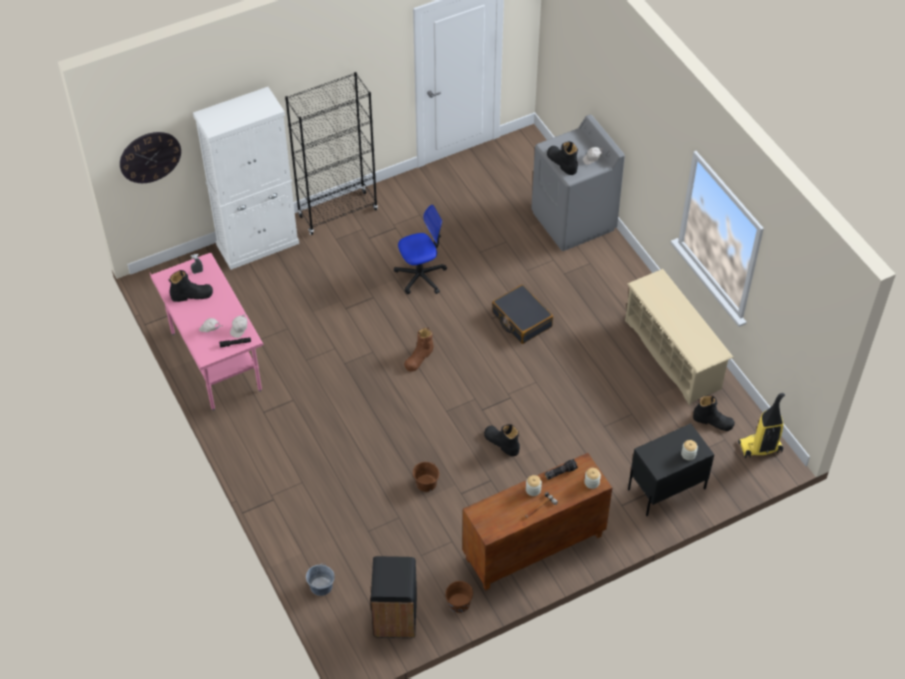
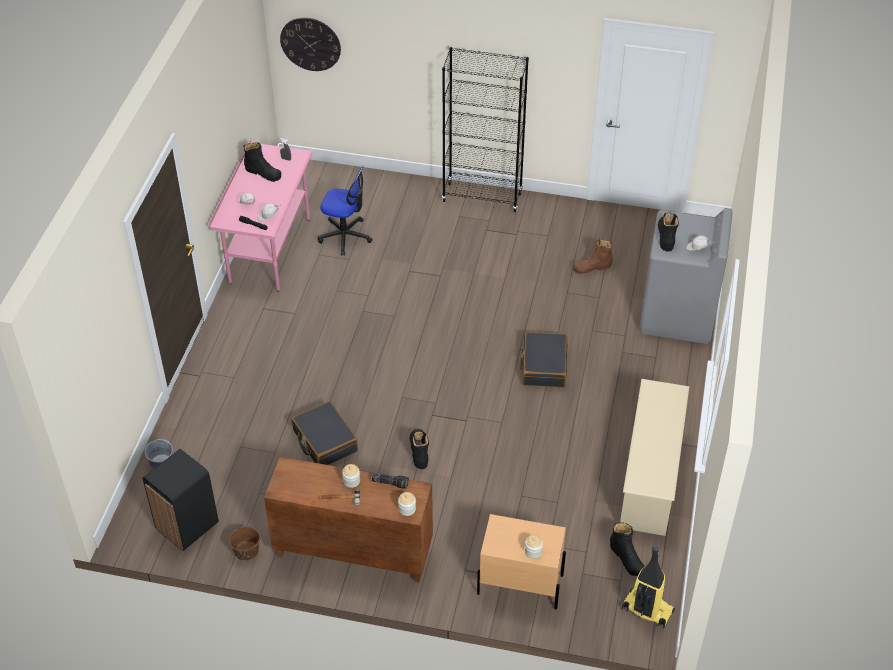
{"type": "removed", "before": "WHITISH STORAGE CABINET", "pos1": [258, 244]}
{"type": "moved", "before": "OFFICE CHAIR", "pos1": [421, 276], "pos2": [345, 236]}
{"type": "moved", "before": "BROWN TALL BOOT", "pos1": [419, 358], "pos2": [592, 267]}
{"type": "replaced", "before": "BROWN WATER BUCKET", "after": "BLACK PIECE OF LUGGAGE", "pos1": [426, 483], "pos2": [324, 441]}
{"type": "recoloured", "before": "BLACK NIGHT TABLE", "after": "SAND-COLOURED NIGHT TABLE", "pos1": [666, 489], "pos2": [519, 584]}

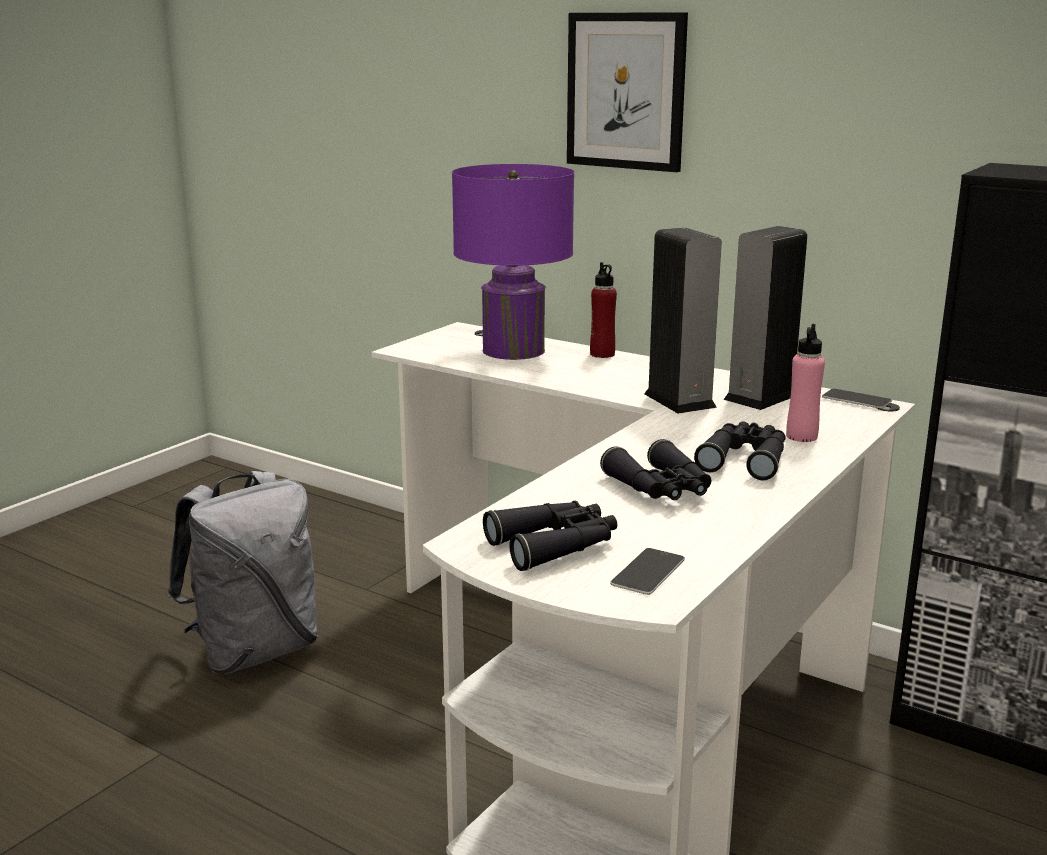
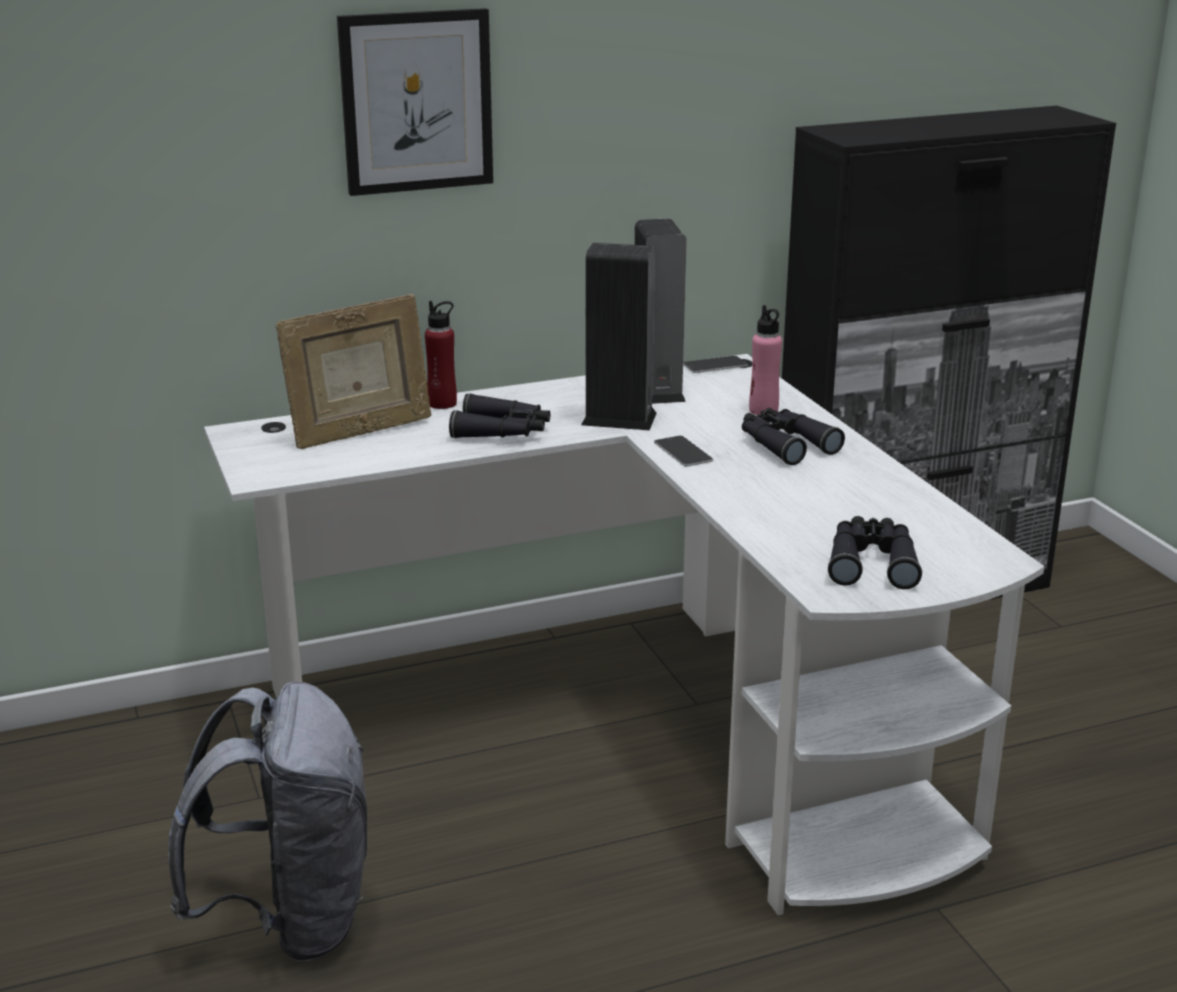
{"type": "replaced", "before": "PURPLE LAMP FOR A TABLE", "after": "PICTURE FRAME", "pos1": [513, 350], "pos2": [360, 432]}
{"type": "moved", "before": "BLACK BINOCULARS", "pos1": [661, 489], "pos2": [503, 431]}
{"type": "moved", "before": "PHONE", "pos1": [648, 571], "pos2": [683, 451]}

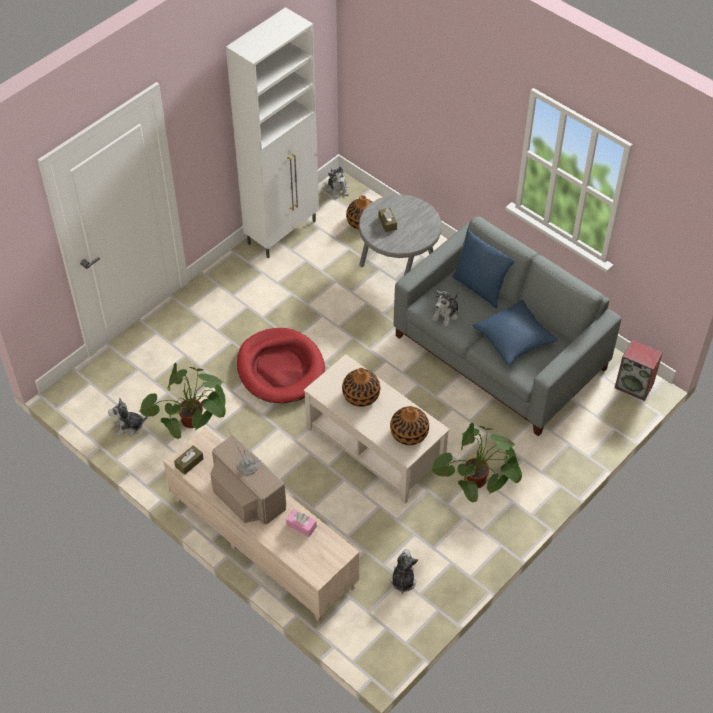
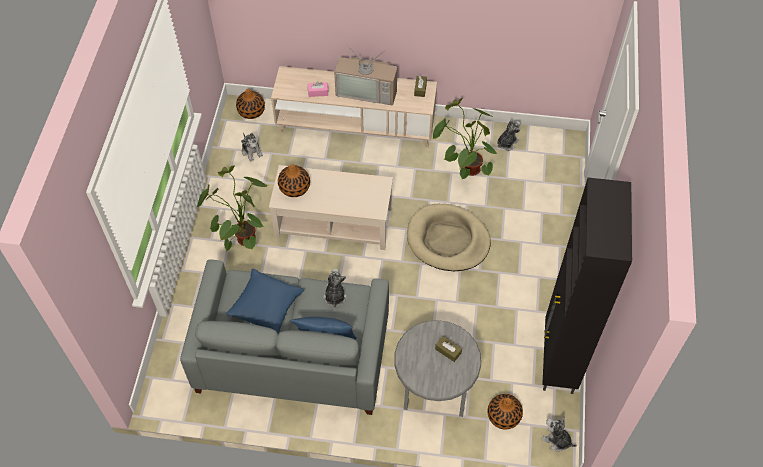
{"type": "recoloured", "before": "WHITISH STORAGE CABINET", "after": "BLACK STORAGE CABINET", "pos1": [283, 232], "pos2": [558, 361]}
{"type": "recoloured", "before": "REDDISH PET BED", "after": "SAND-COLOURED PET BED", "pos1": [280, 368], "pos2": [448, 240]}
{"type": "moved", "before": "VASE", "pos1": [361, 395], "pos2": [251, 111]}
{"type": "removed", "before": "LOUDSPEAKER", "pos1": [634, 385]}

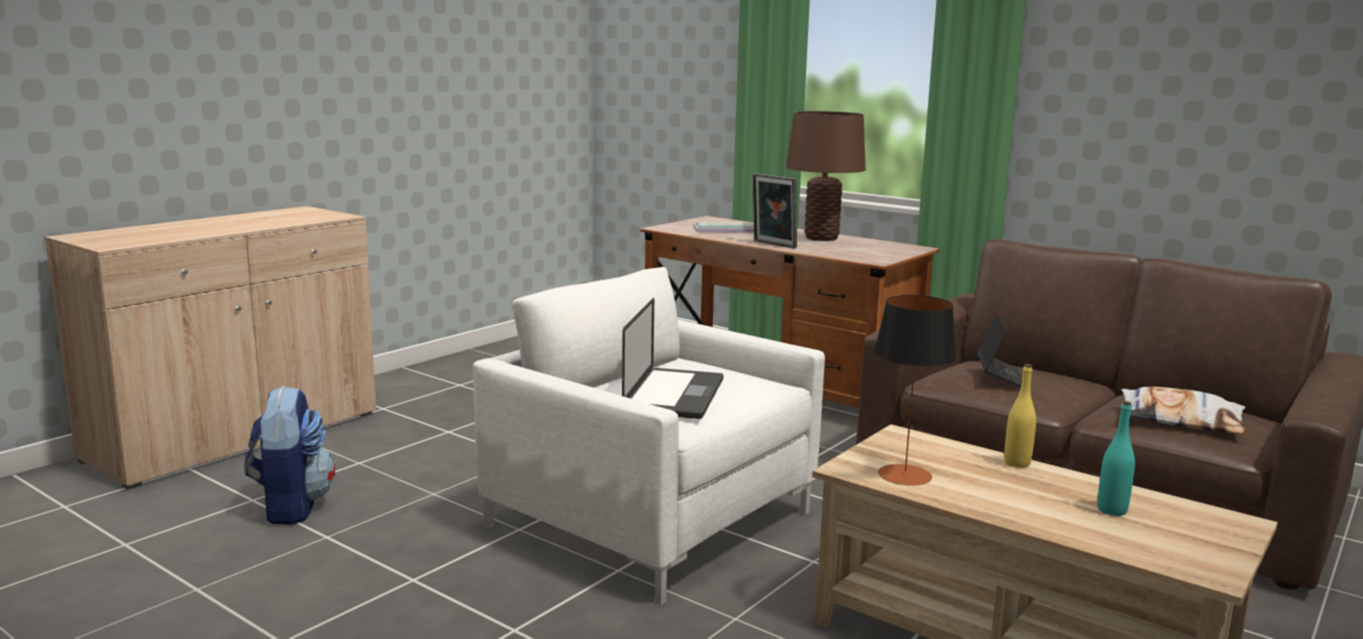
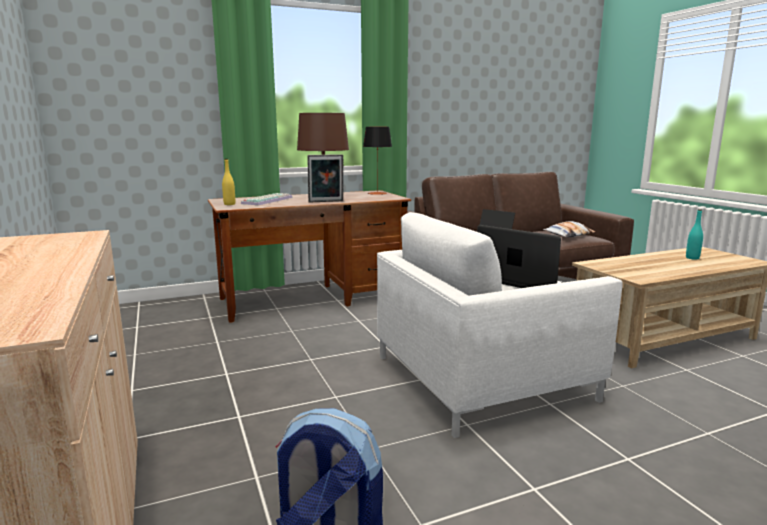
{"type": "moved", "before": "LAMP FOR A TABLE", "pos1": [905, 475], "pos2": [377, 193]}
{"type": "moved", "before": "YELLOW DRINK BOTTLE", "pos1": [1017, 463], "pos2": [229, 204]}

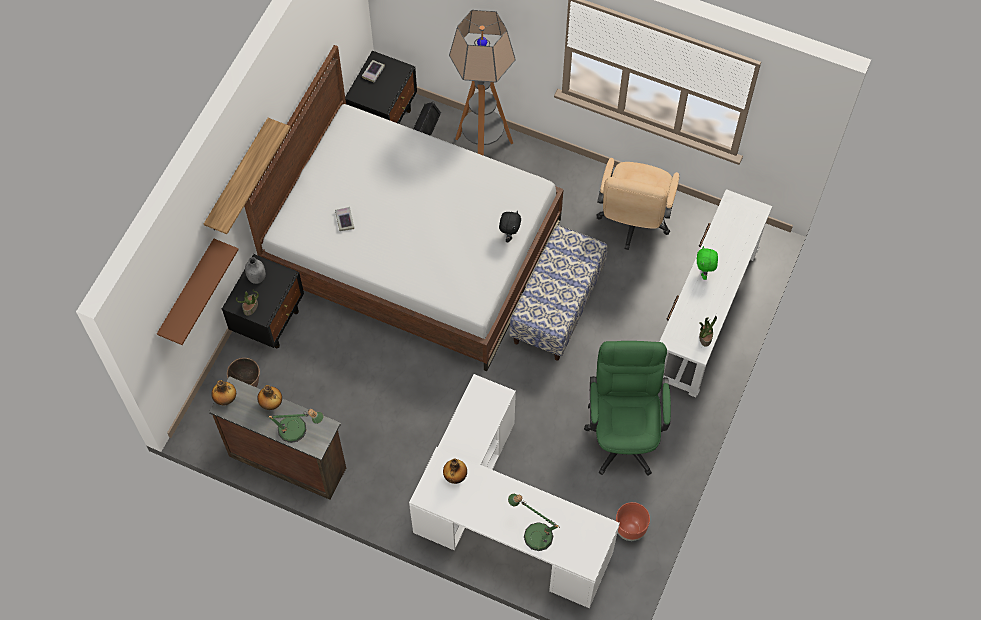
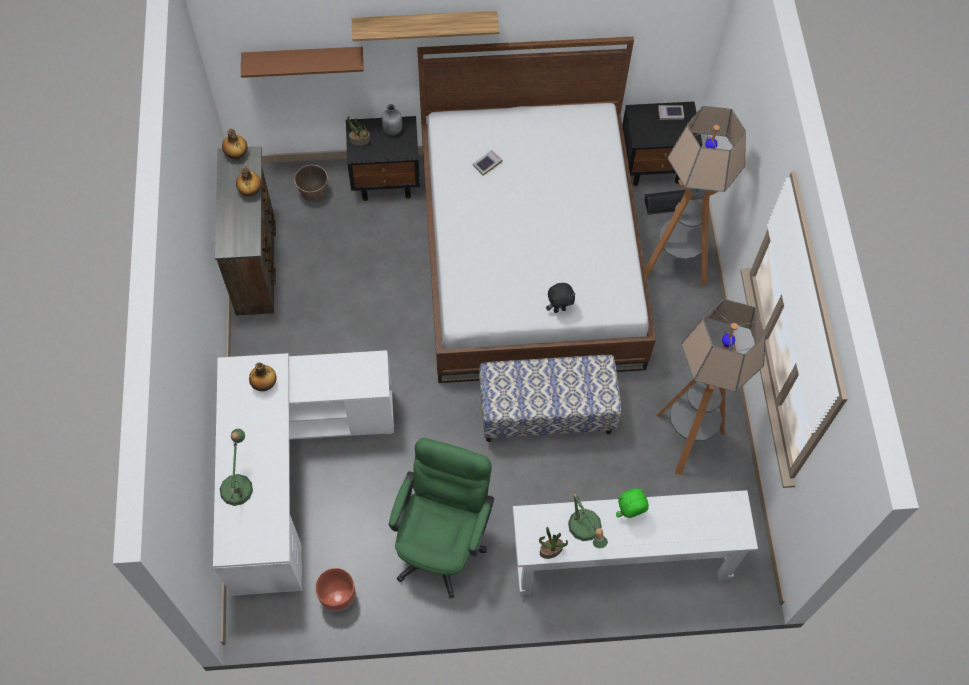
{"type": "moved", "before": "LAMP FOR A TABLE", "pos1": [297, 430], "pos2": [586, 531]}
{"type": "turned", "before": "GREEN OFFICE CHAIR", "pos1": [624, 432], "pos2": [442, 541], "turn": -45}
{"type": "replaced", "before": "SAND-COLOURED OFFICE CHAIR", "after": "STANDING LAMP", "pos1": [633, 222], "pos2": [686, 439]}

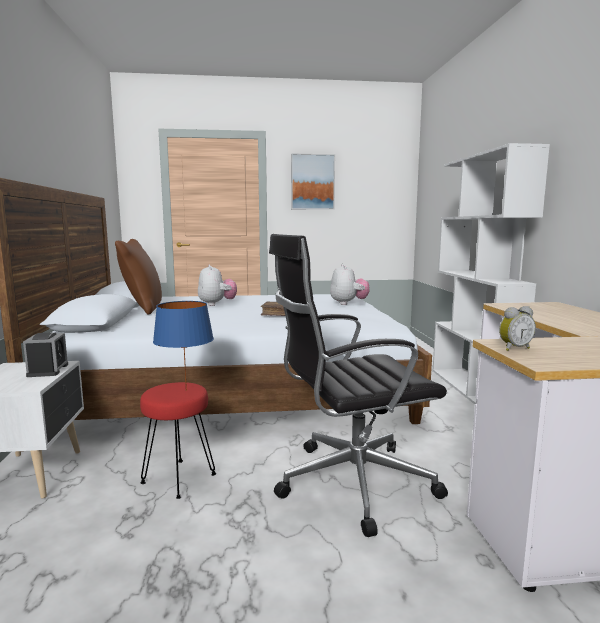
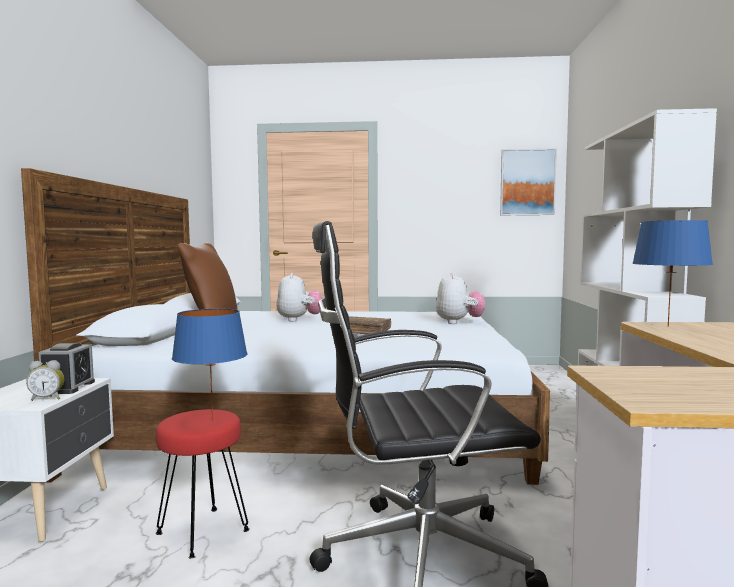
{"type": "moved", "before": "WALL ART", "pos1": [312, 182], "pos2": [527, 182]}
{"type": "moved", "before": "TABLE CLOCK", "pos1": [513, 348], "pos2": [47, 398]}
{"type": "added", "after": "BLUE LAMP FOR A TABLE", "pos2": [667, 326]}

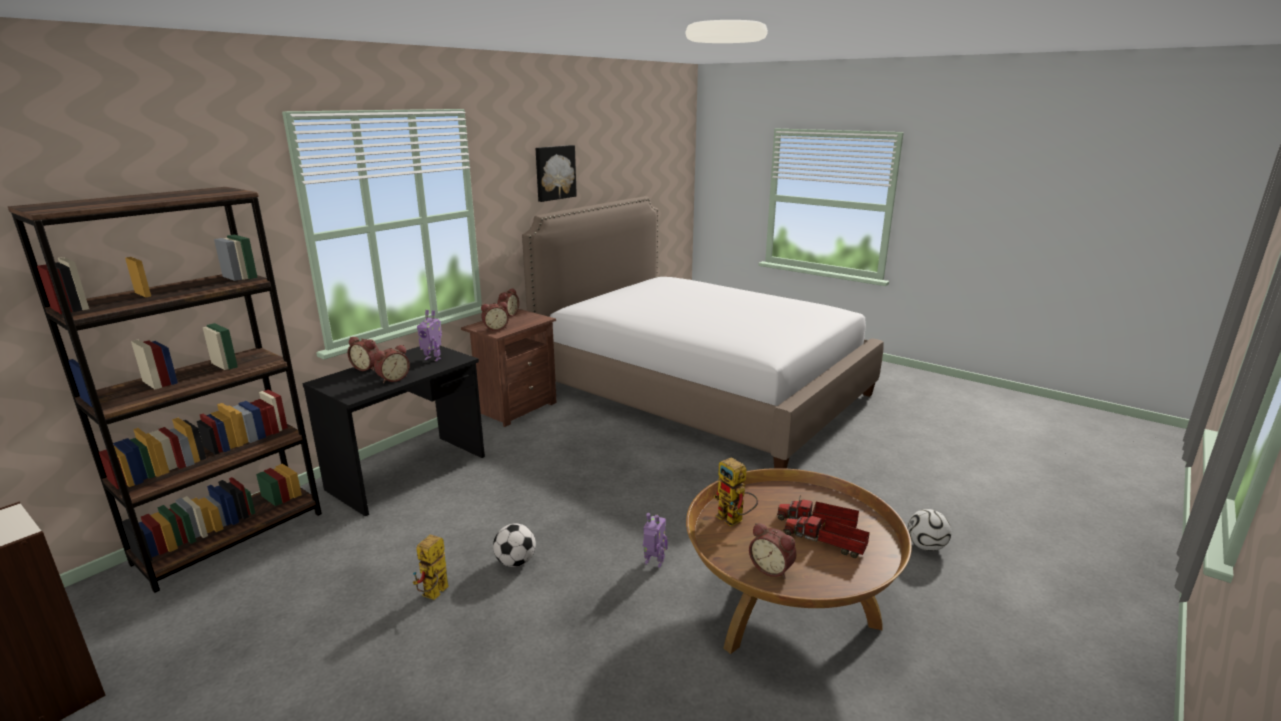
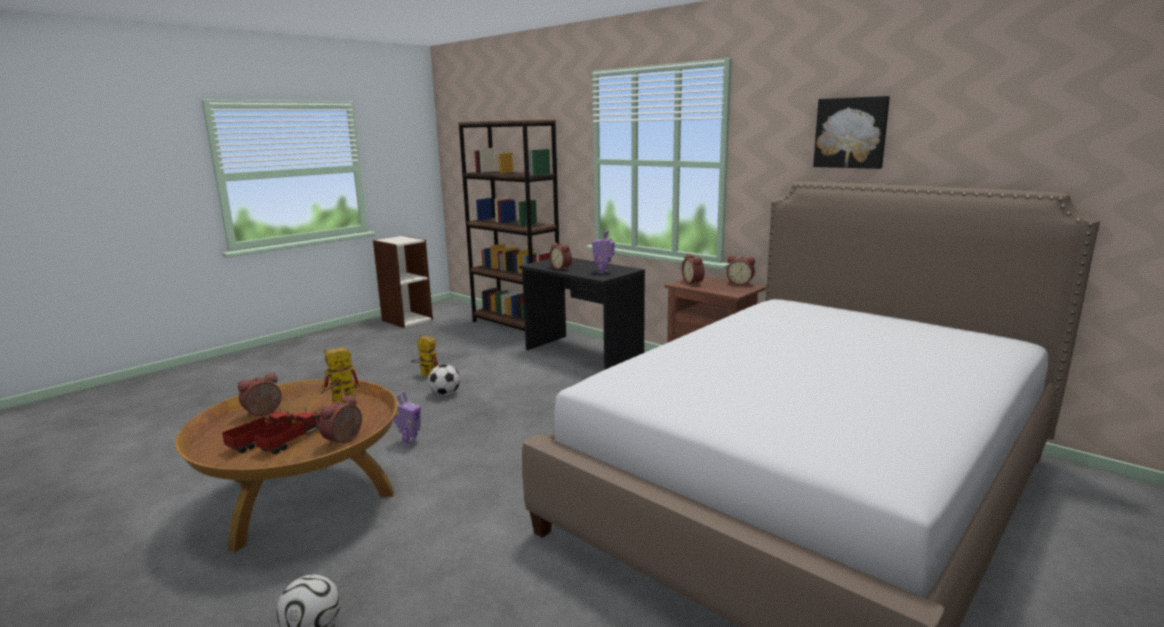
{"type": "moved", "before": "TABLE CLOCK", "pos1": [367, 368], "pos2": [345, 440]}

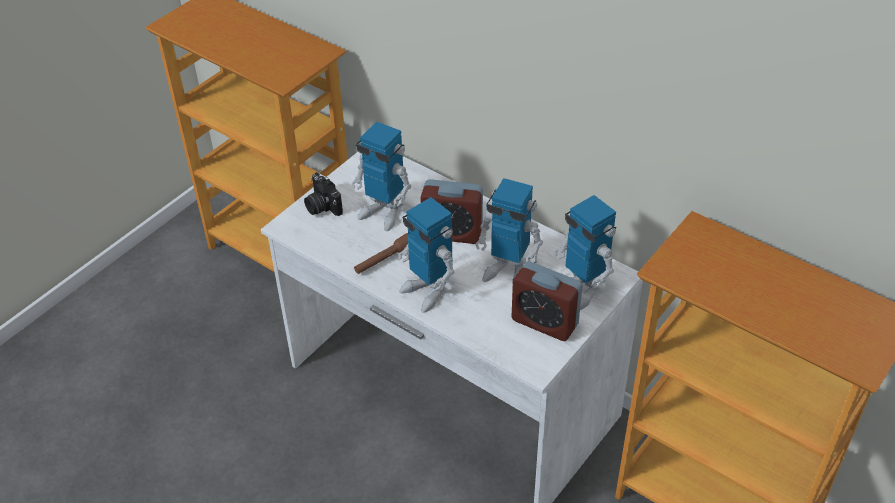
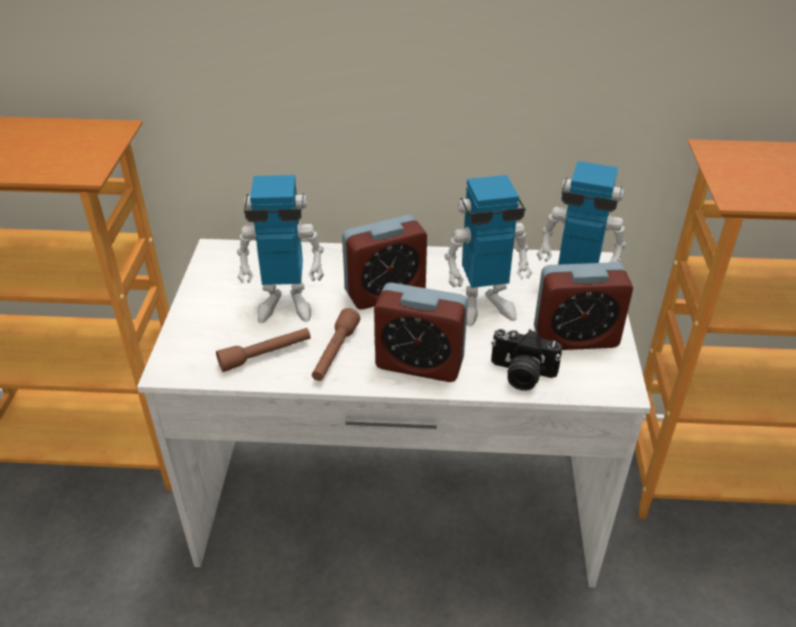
{"type": "moved", "before": "STILL CAMERA", "pos1": [321, 206], "pos2": [521, 374]}
{"type": "replaced", "before": "MODEL ROBOT", "after": "TABLE CLOCK", "pos1": [427, 291], "pos2": [419, 363]}
{"type": "added", "after": "BROWN TORCH", "pos2": [266, 355]}

